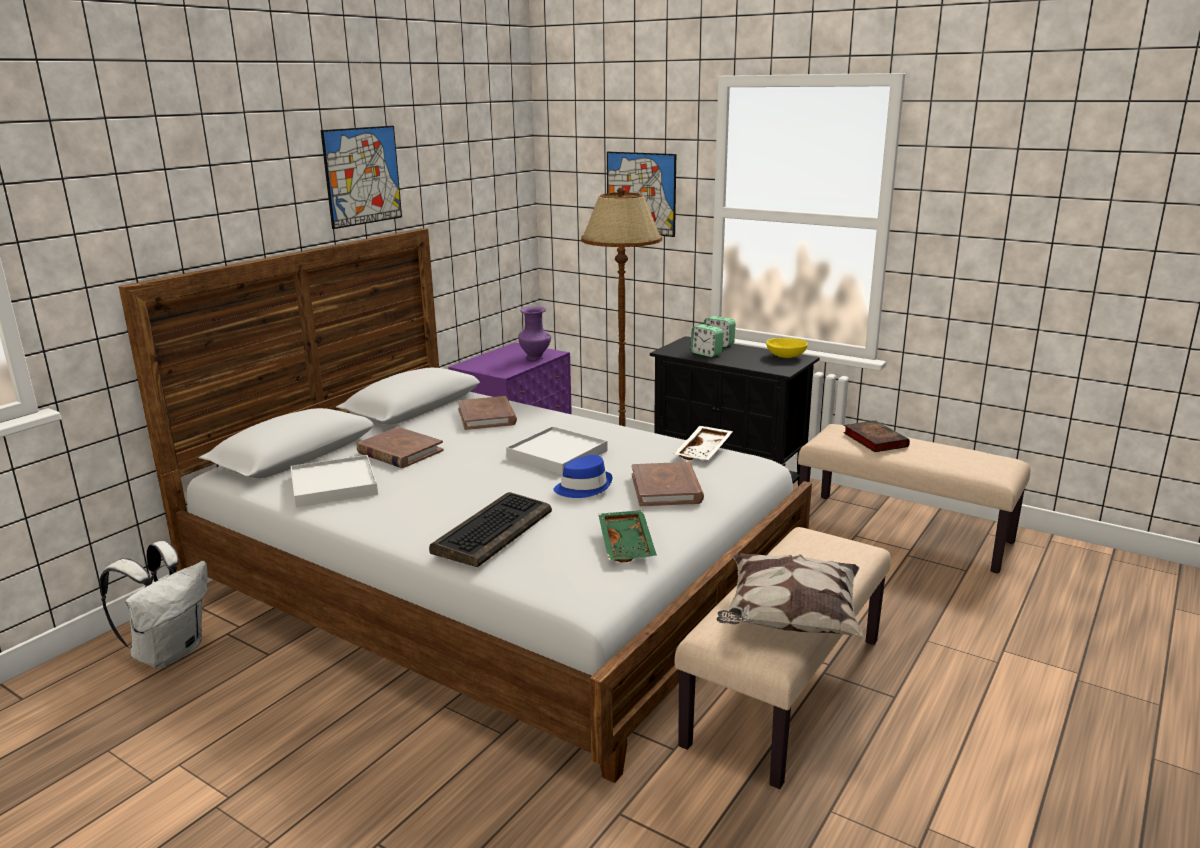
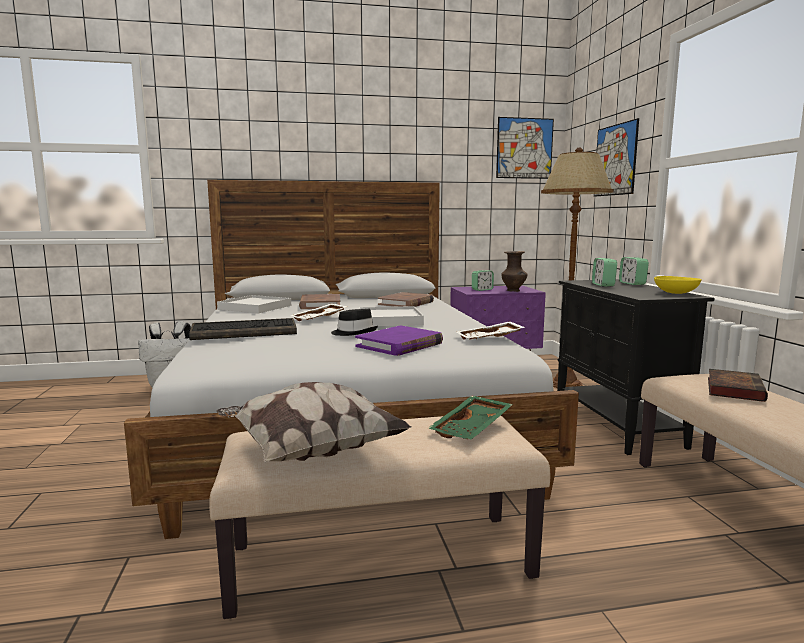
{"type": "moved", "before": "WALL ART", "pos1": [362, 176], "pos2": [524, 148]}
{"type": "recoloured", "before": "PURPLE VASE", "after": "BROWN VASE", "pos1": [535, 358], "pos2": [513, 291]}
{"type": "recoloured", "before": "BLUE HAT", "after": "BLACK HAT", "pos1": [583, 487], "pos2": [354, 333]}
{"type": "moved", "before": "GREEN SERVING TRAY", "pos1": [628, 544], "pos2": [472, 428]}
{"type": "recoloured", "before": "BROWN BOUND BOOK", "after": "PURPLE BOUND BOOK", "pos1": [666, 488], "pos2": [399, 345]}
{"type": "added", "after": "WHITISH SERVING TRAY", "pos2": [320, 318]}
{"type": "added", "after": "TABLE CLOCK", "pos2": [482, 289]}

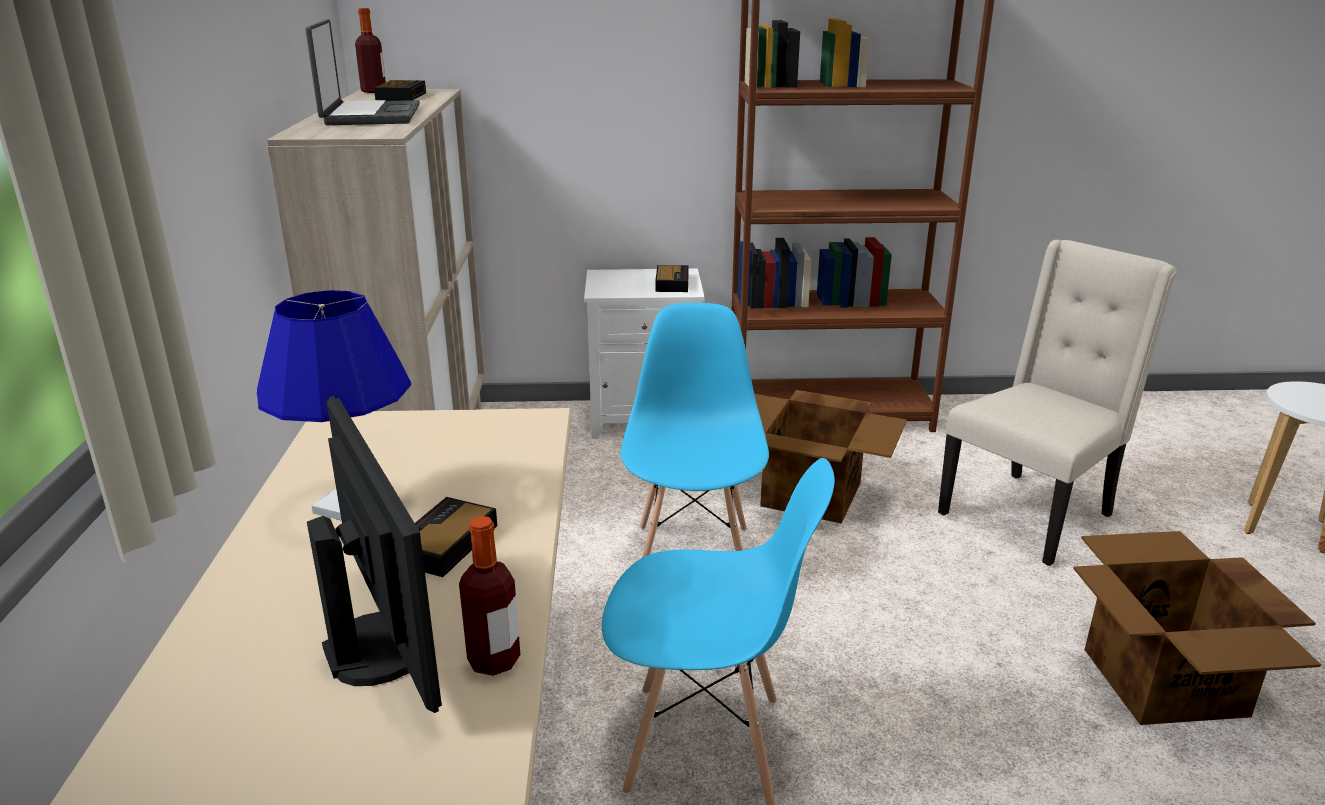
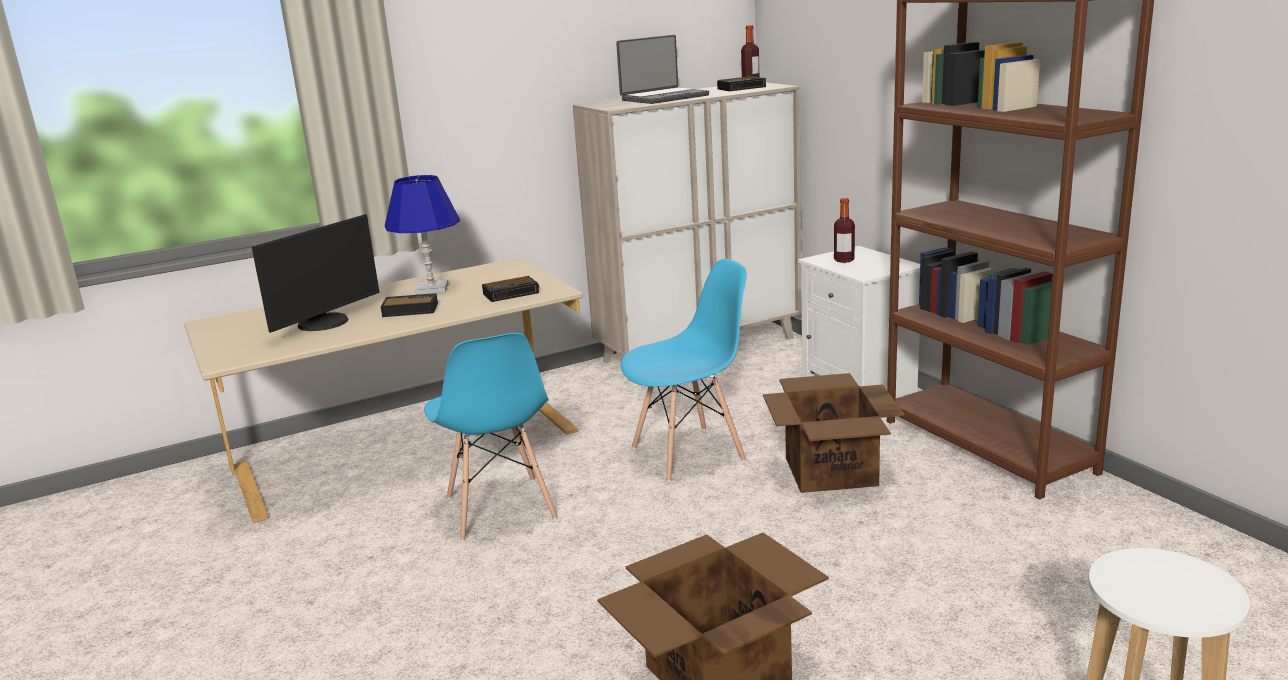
{"type": "moved", "before": "DRINK BOTTLE", "pos1": [494, 660], "pos2": [844, 260]}
{"type": "moved", "before": "TABLE CLOCK", "pos1": [672, 283], "pos2": [512, 293]}
{"type": "removed", "before": "SAND-COLOURED PLAIN CHAIR", "pos1": [1029, 514]}

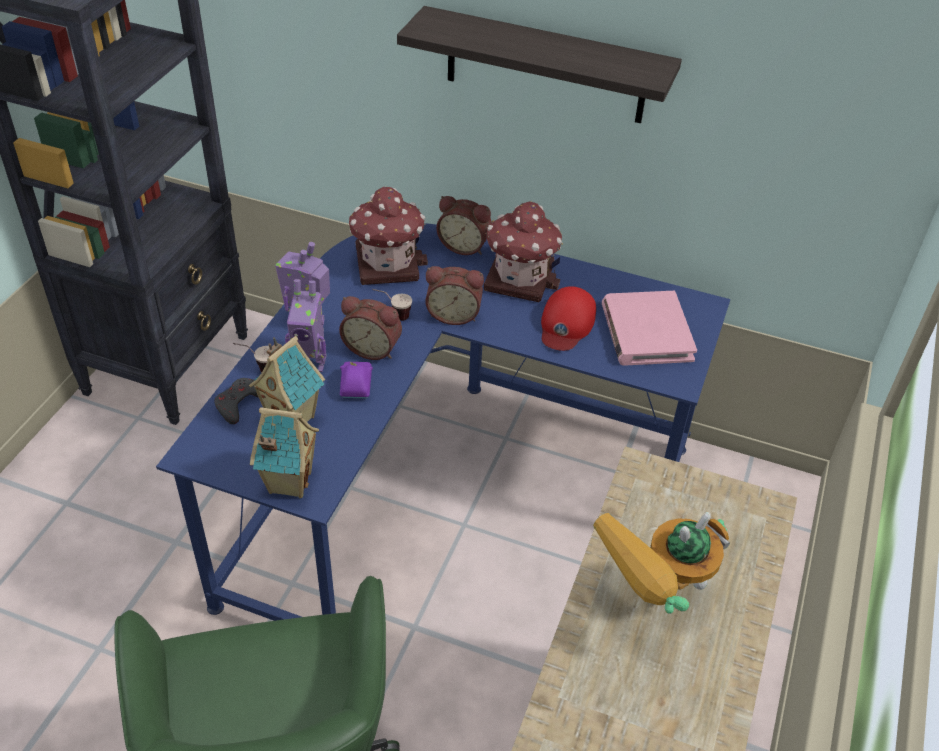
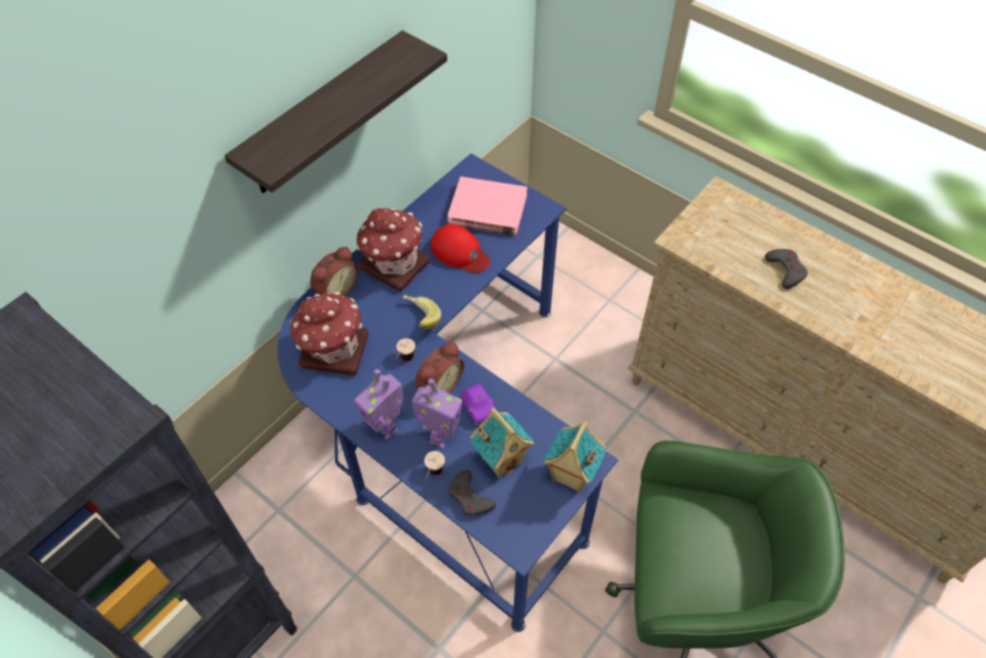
{"type": "turned", "before": "PURPLE MINIATURE CAR", "pos1": [355, 386], "pos2": [478, 407], "turn": -135}
{"type": "replaced", "before": "TABLE CLOCK", "after": "BANANA", "pos1": [454, 314], "pos2": [419, 320]}
{"type": "replaced", "before": "MODEL ROBOT", "after": "GRAY GAME CONTROLLER", "pos1": [653, 605], "pos2": [785, 270]}

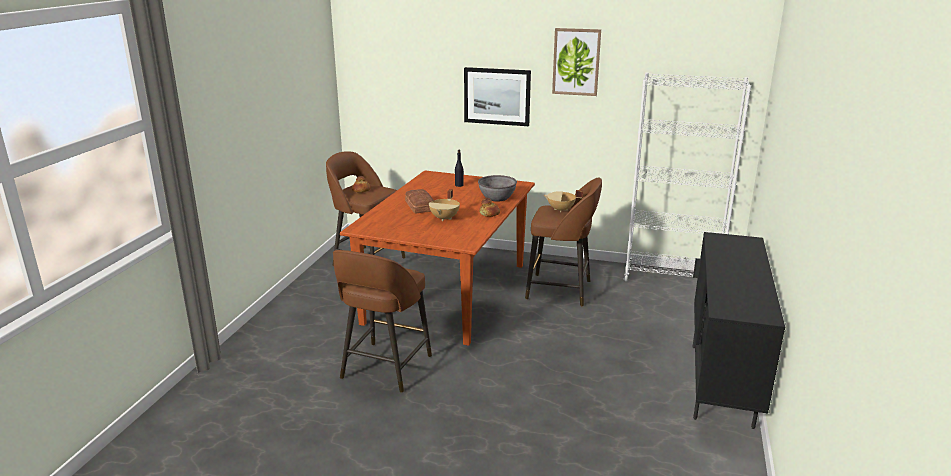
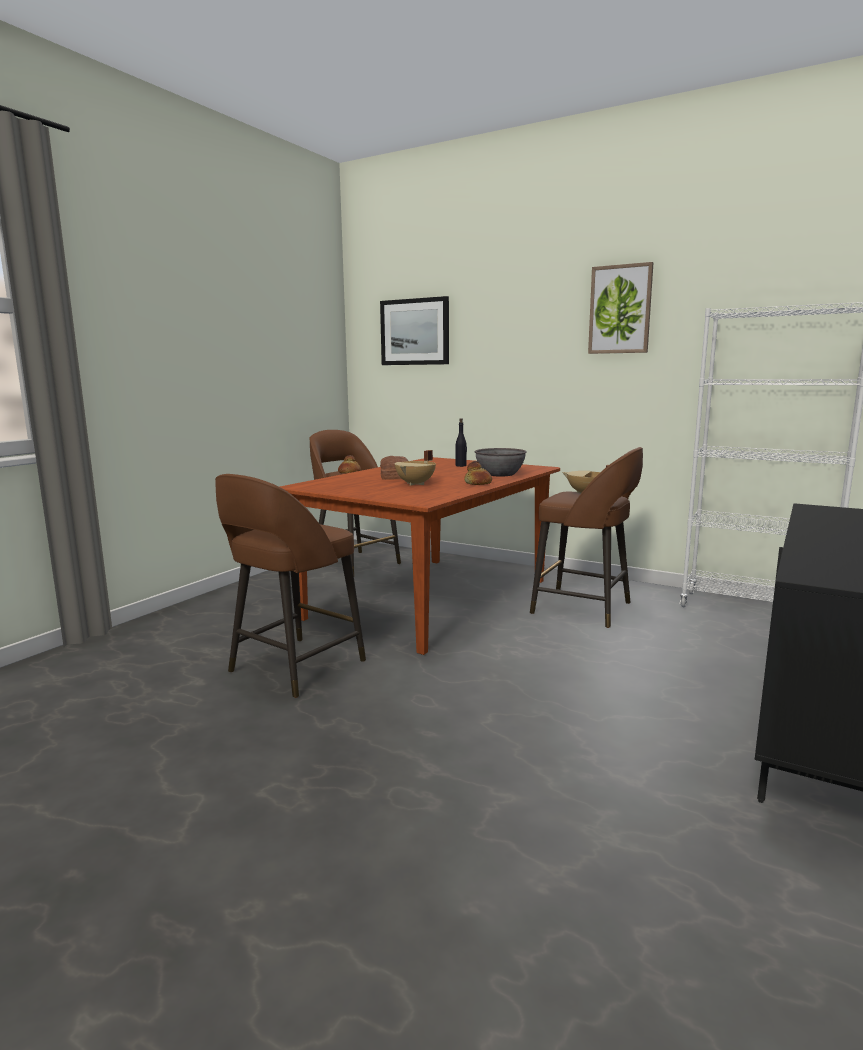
{"type": "moved", "before": "WALL ART", "pos1": [497, 96], "pos2": [415, 332]}

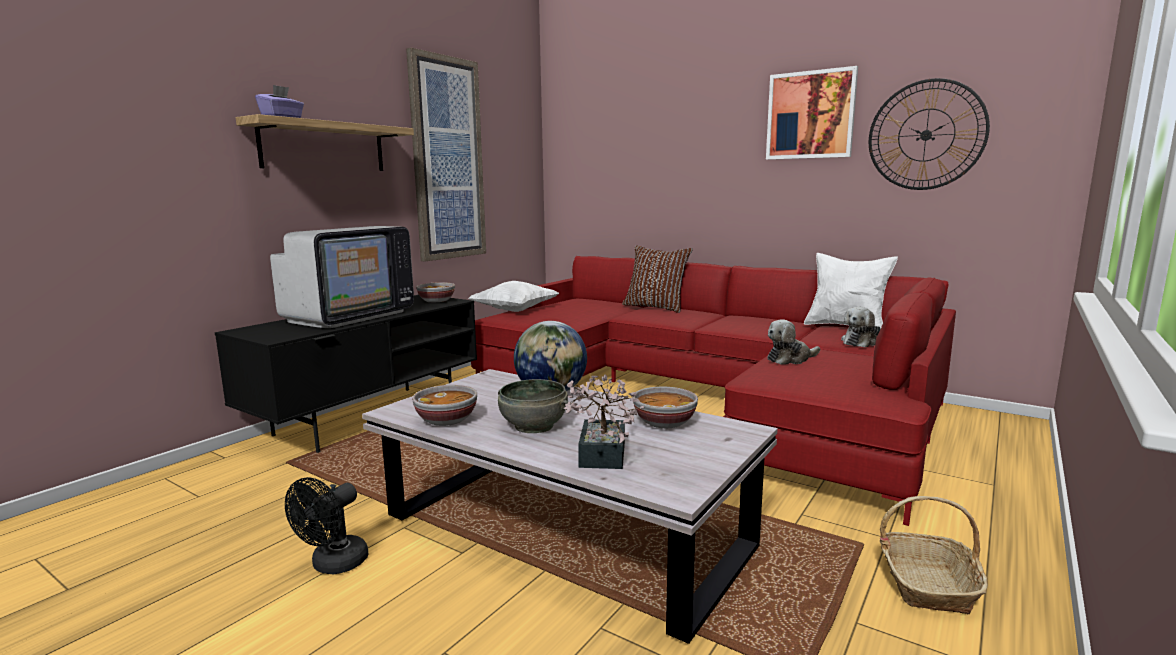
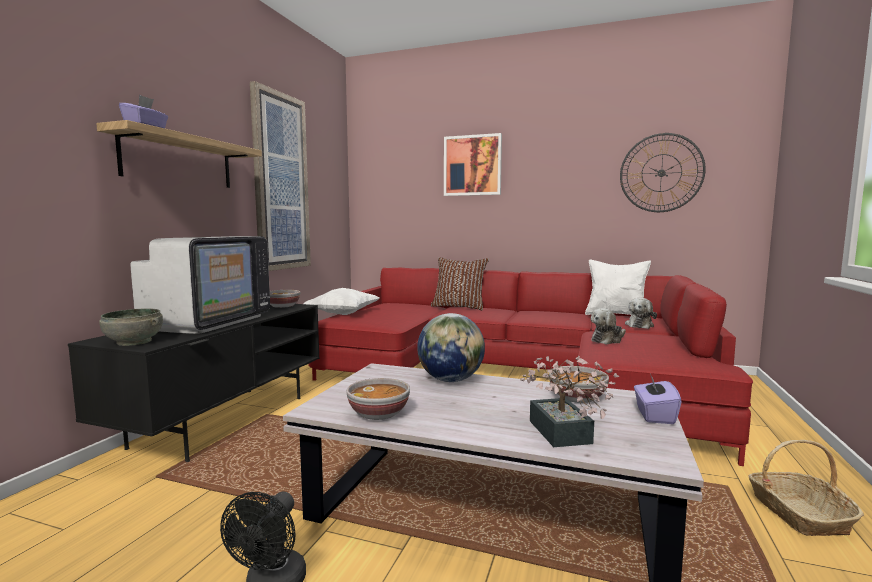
{"type": "moved", "before": "GRAY BOWL", "pos1": [534, 426], "pos2": [135, 342]}
{"type": "moved", "before": "WALL ART", "pos1": [810, 115], "pos2": [472, 165]}
{"type": "added", "after": "PURPLE TISSUE BOX", "pos2": [654, 415]}

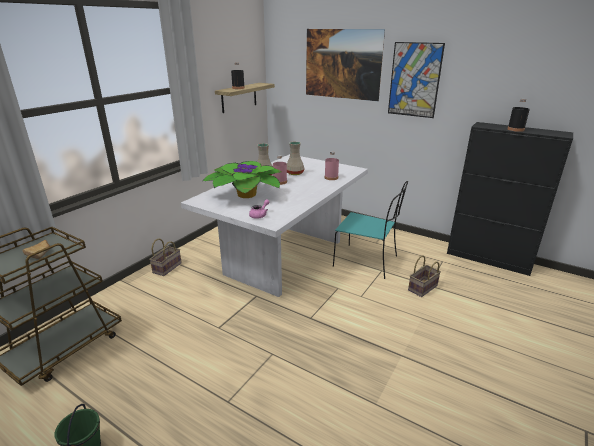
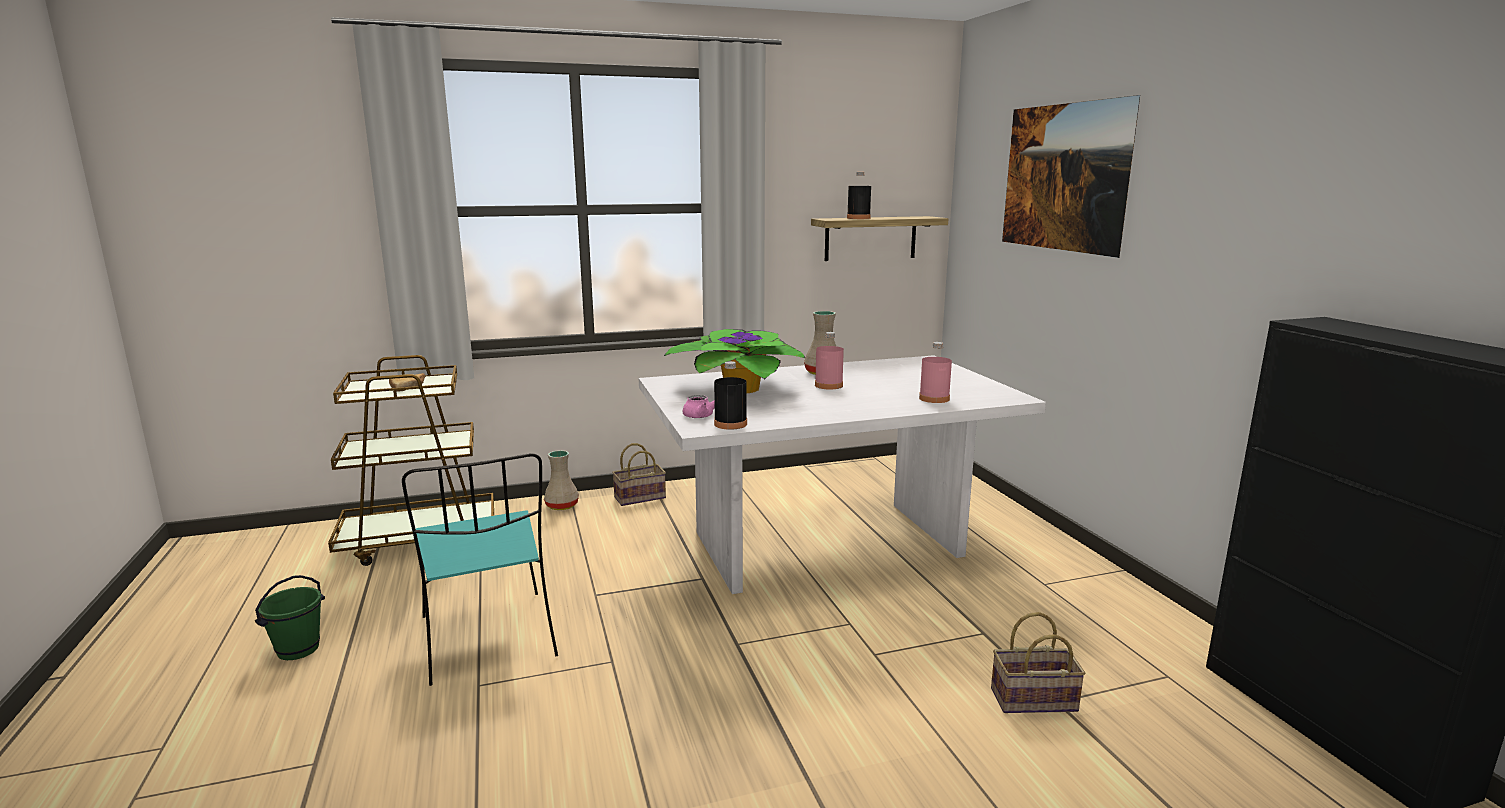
{"type": "moved", "before": "SAND-COLOURED VASE", "pos1": [295, 173], "pos2": [561, 506]}
{"type": "moved", "before": "BLUE-GREEN PLAIN CHAIR", "pos1": [367, 262], "pos2": [489, 638]}
{"type": "removed", "before": "WALL ART", "pos1": [414, 80]}
{"type": "moved", "before": "BLACK DRINK BOTTLE", "pos1": [515, 129], "pos2": [730, 424]}

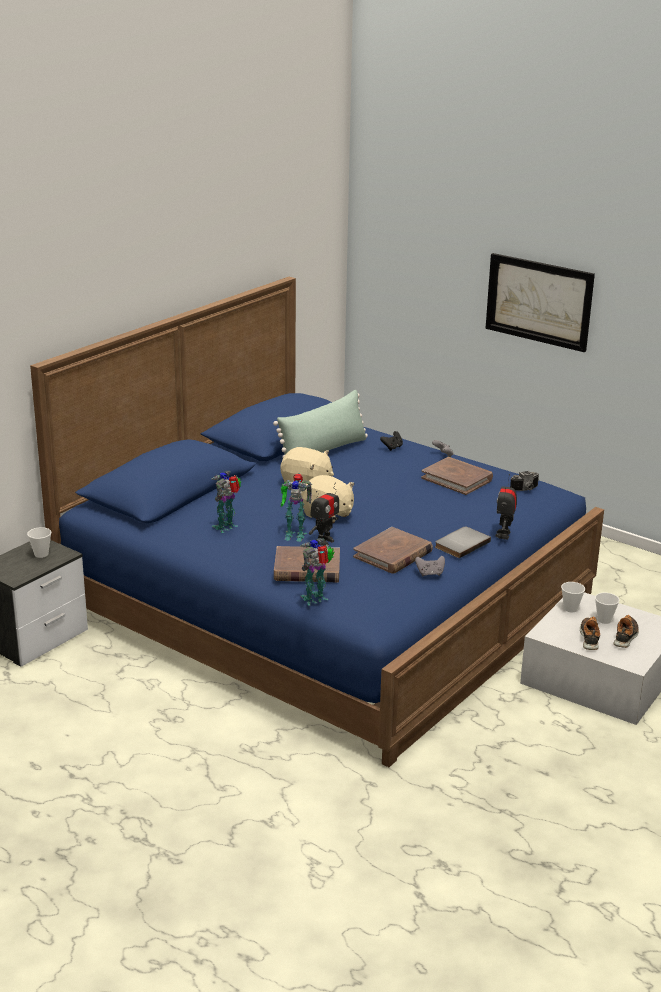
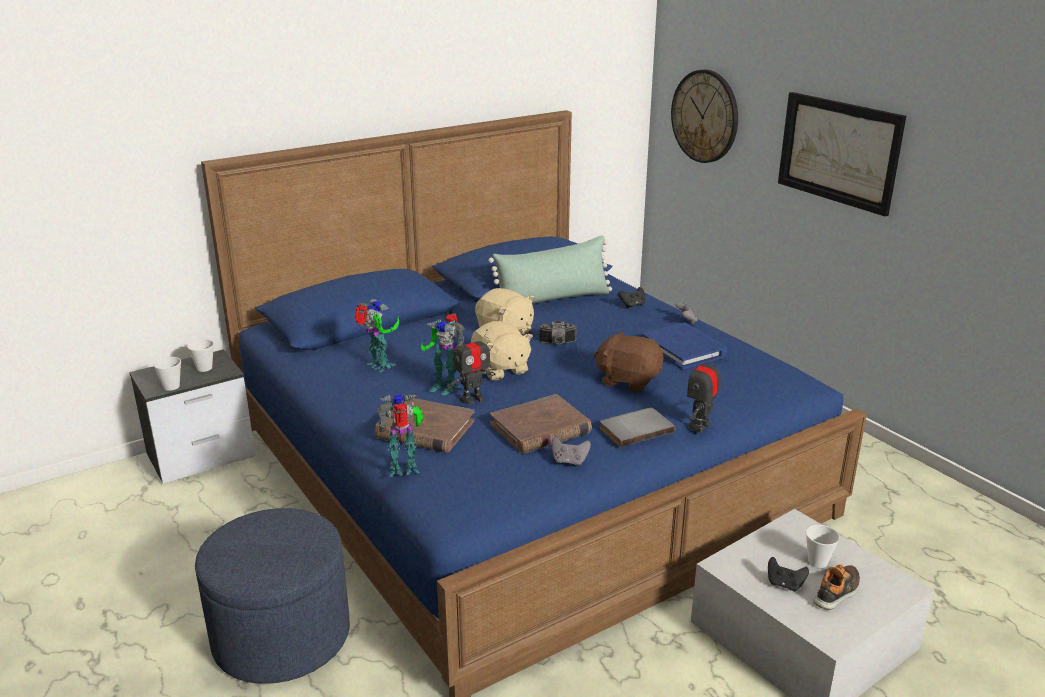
{"type": "turned", "before": "MODEL ROBOT", "pos1": [227, 527], "pos2": [379, 366], "turn": 75}
{"type": "recoloured", "before": "BROWN BOUND BOOK", "after": "BLUE BOUND BOOK", "pos1": [457, 479], "pos2": [683, 349]}
{"type": "moved", "before": "STILL CAMERA", "pos1": [526, 490], "pos2": [558, 343]}
{"type": "moved", "before": "DRINKING CUP", "pos1": [570, 608], "pos2": [171, 387]}
{"type": "replaced", "before": "SHOE", "after": "BLACK GAME CONTROLLER", "pos1": [590, 638], "pos2": [784, 584]}
{"type": "added", "after": "BLUE POUFFE", "pos2": [281, 636]}
{"type": "added", "after": "BROWN PLUSH TOY", "pos2": [628, 380]}
{"type": "added", "after": "HANGING CLOCK", "pos2": [705, 116]}

